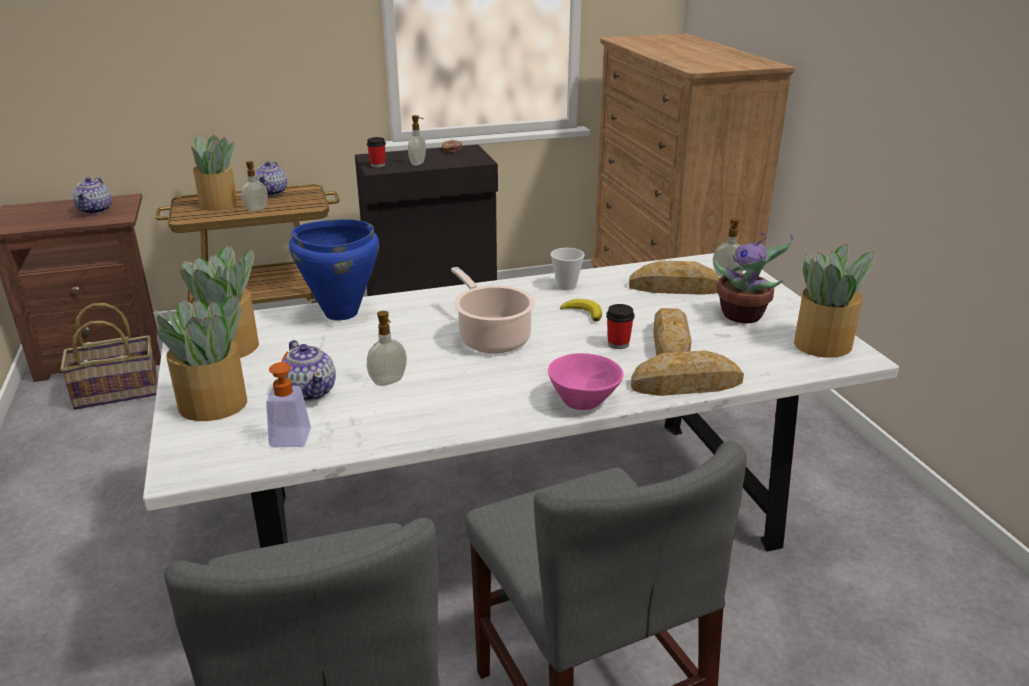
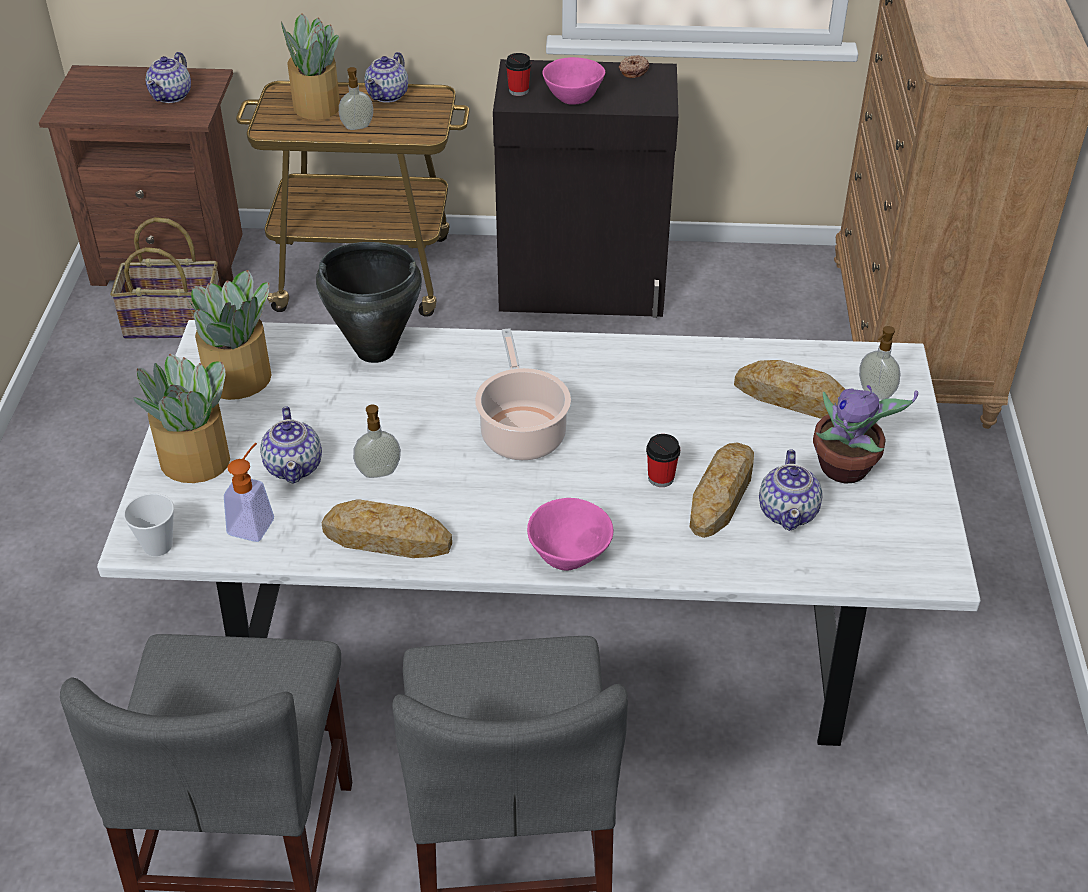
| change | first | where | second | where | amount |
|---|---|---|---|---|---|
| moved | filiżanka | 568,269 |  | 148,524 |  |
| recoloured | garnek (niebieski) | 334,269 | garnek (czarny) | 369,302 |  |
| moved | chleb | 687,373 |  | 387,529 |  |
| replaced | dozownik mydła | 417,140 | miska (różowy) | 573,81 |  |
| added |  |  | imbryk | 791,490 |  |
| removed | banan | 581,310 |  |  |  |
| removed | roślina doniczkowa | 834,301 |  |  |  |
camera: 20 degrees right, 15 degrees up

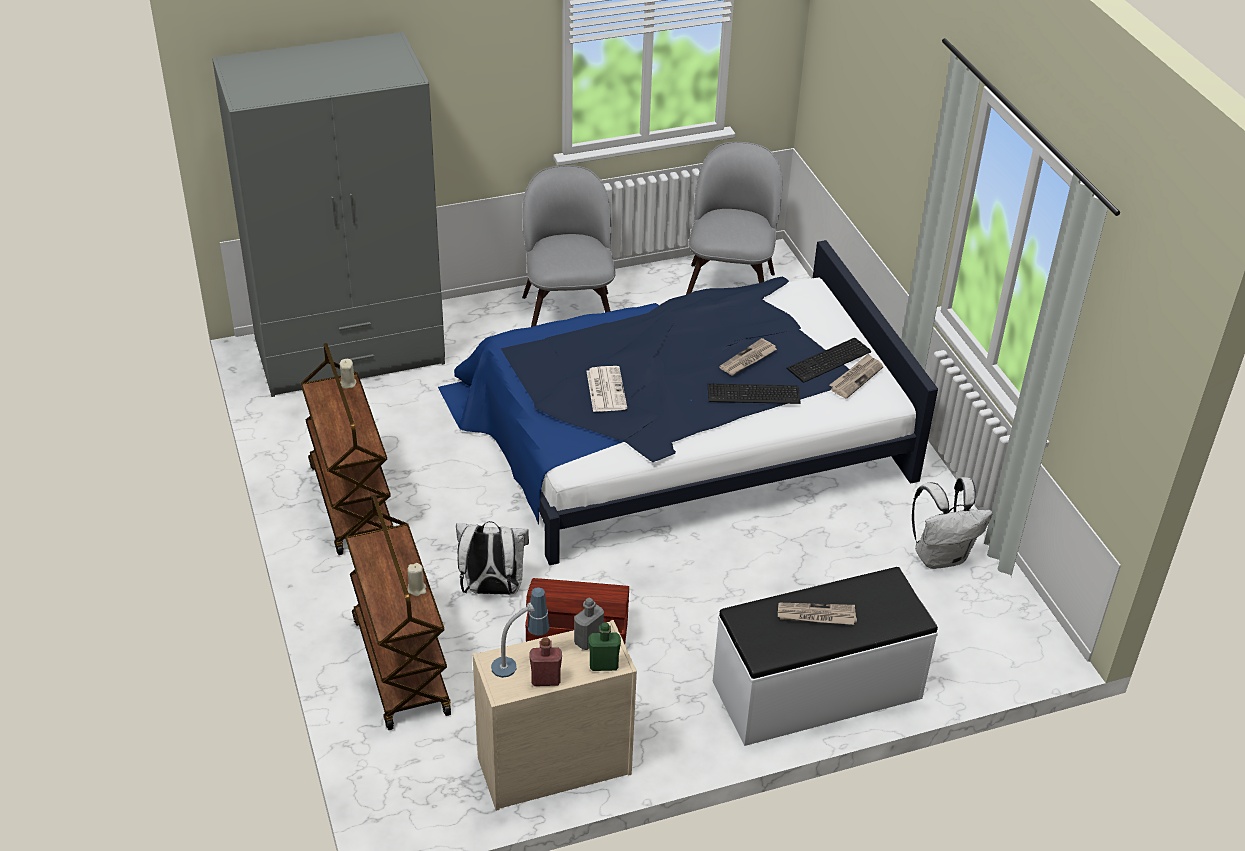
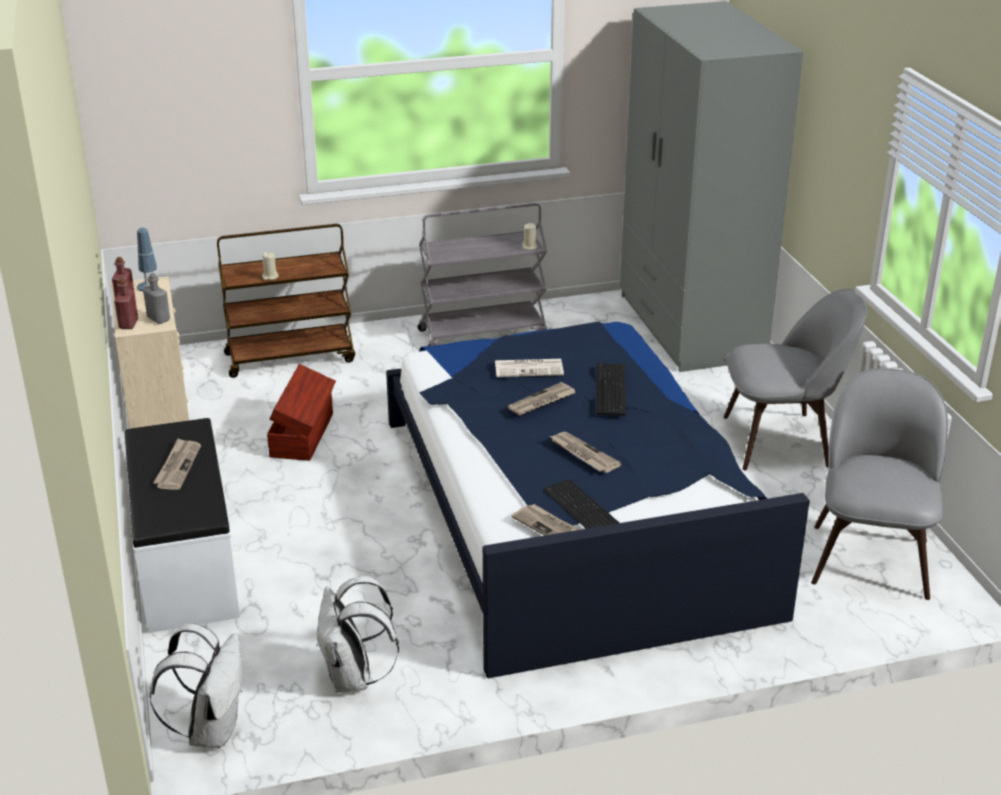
| change | first | where | second | where | amount |
|---|---|---|---|---|---|
| recoloured | butelka (zielony) | 605,646 | butelka (czerwony) | 126,303 |  |
| moved | plecak (biały) | 492,558 |  | 196,686 |  |
| recoloured | wózek (brązowy) | 347,449 | wózek (szary) | 482,274 |  |
| added |  |  | gazeta | 541,398 |  |
| moved | klawiatura | 754,394 |  | 611,389 |  |
| turned | krzesło (szary) | 734,218 |  | 879,484 | 90 degrees counterclockwise |
camera: 95 degrees right, 10 degrees down

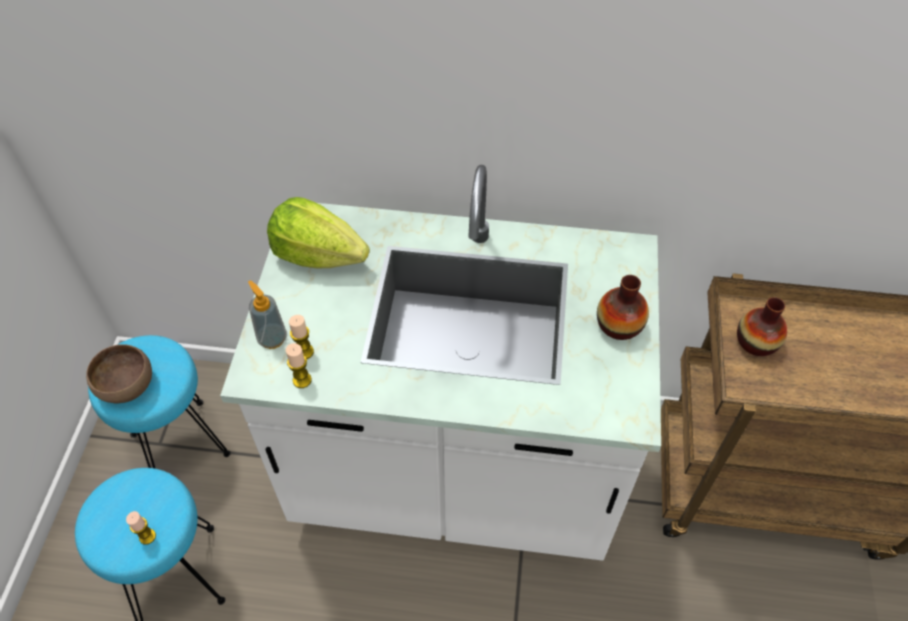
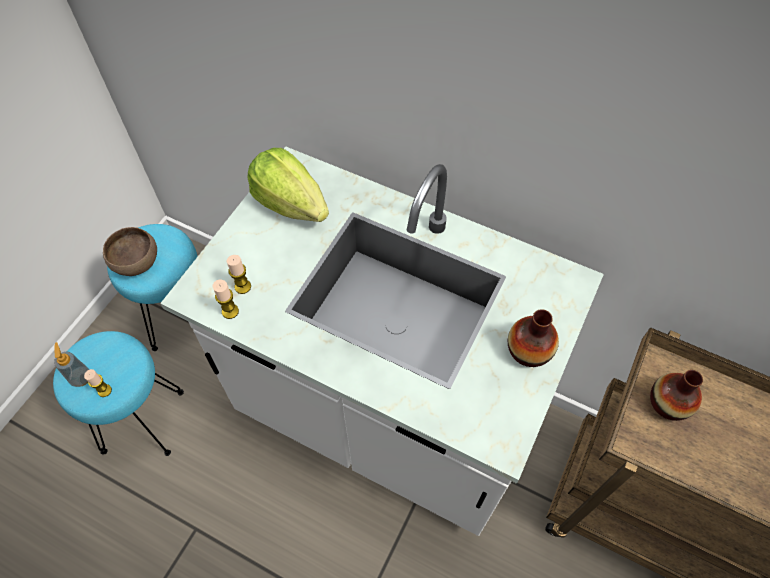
| change | first | where | second | where | amount |
|---|---|---|---|---|---|
| moved | dozownik mydła | 267,314 |  | 72,364 |  |
camera: 20 degrees right, 5 degrees up

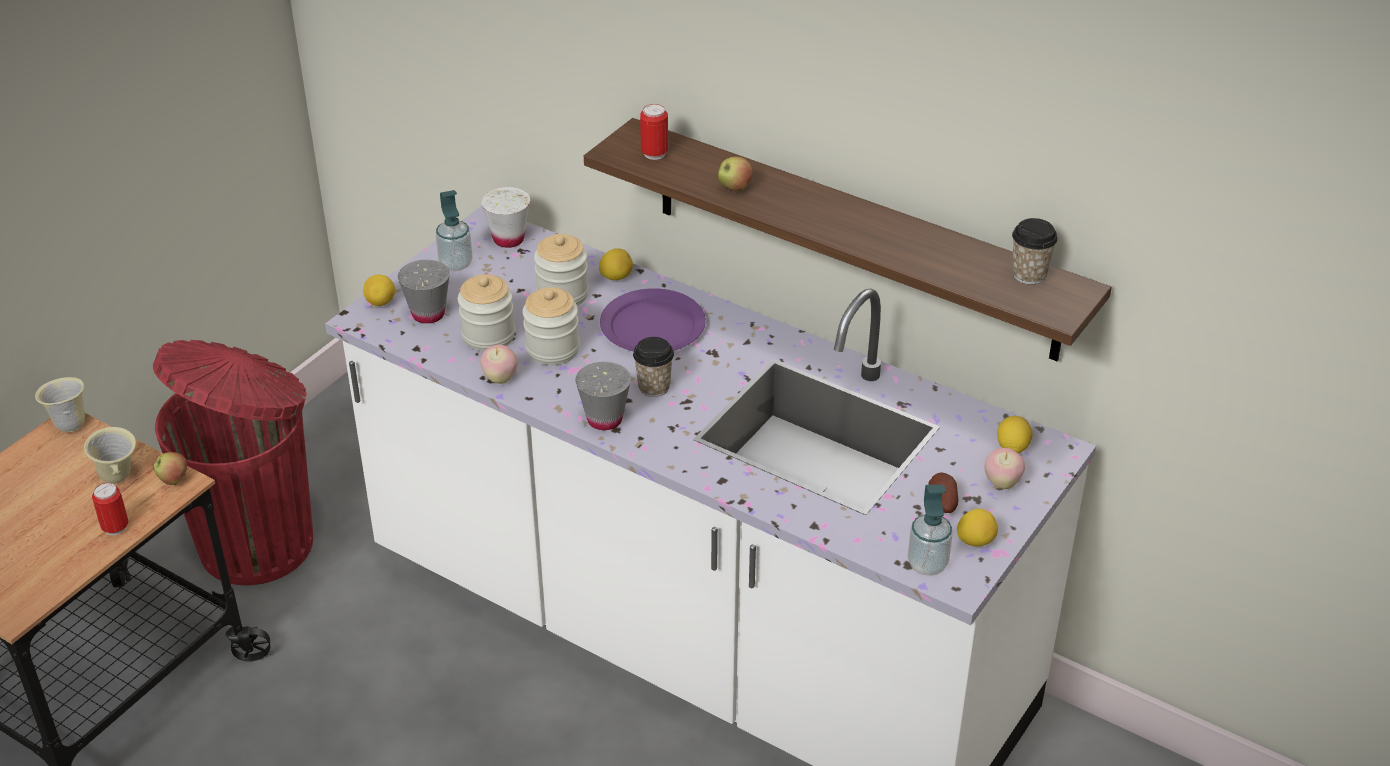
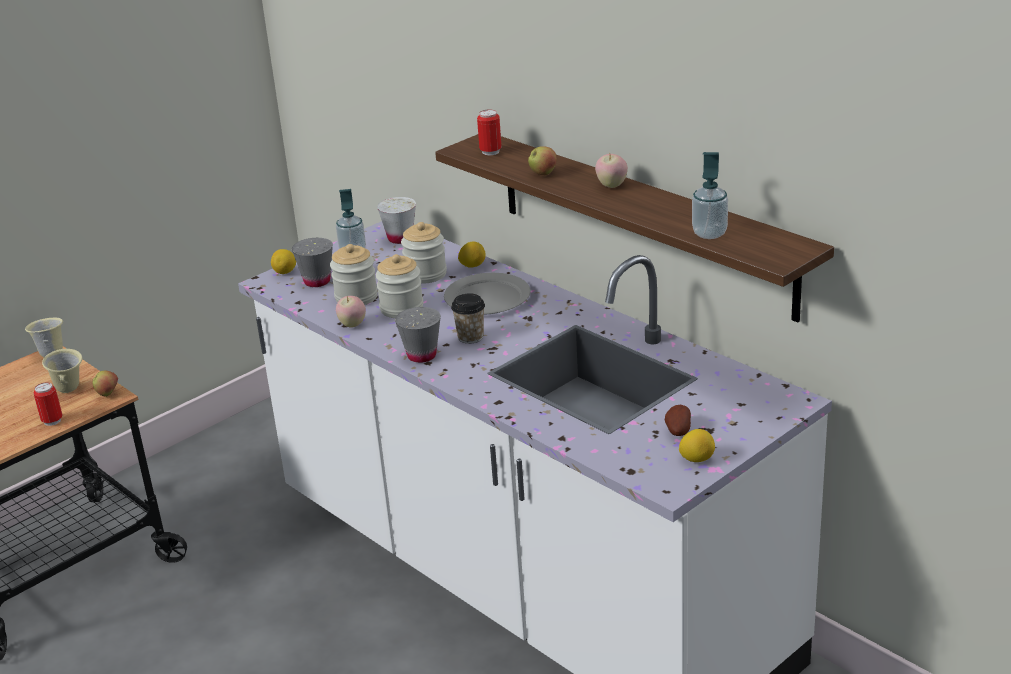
| change | first | where | second | where | amount |
|---|---|---|---|---|---|
| recoloured | talerz (fioletowy) | 653,320 | talerz (szary) | 487,293 |  |
| moved | jabłko | 1004,468 |  | 611,171 |  |
| moved | dozownik mydła | 930,529 |  | 710,195 |  |
| removed | kosz na śmieci (czerwony) | 233,462 |  |  |  |
| removed | cytryna | 1015,435 |  |  |  |
| removed | filiżanka | 1035,251 |  |  |  |
camera: 15 degrees right, 10 degrees down

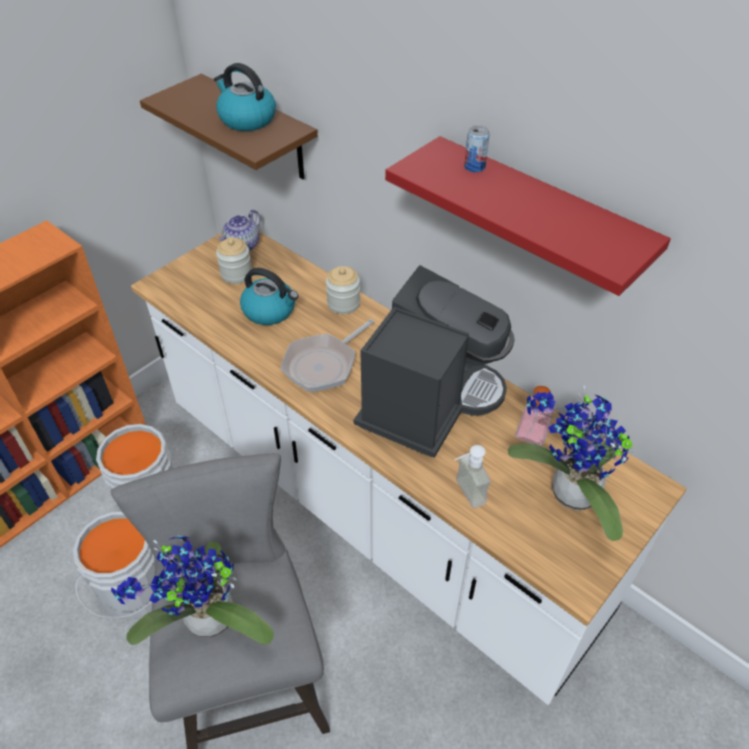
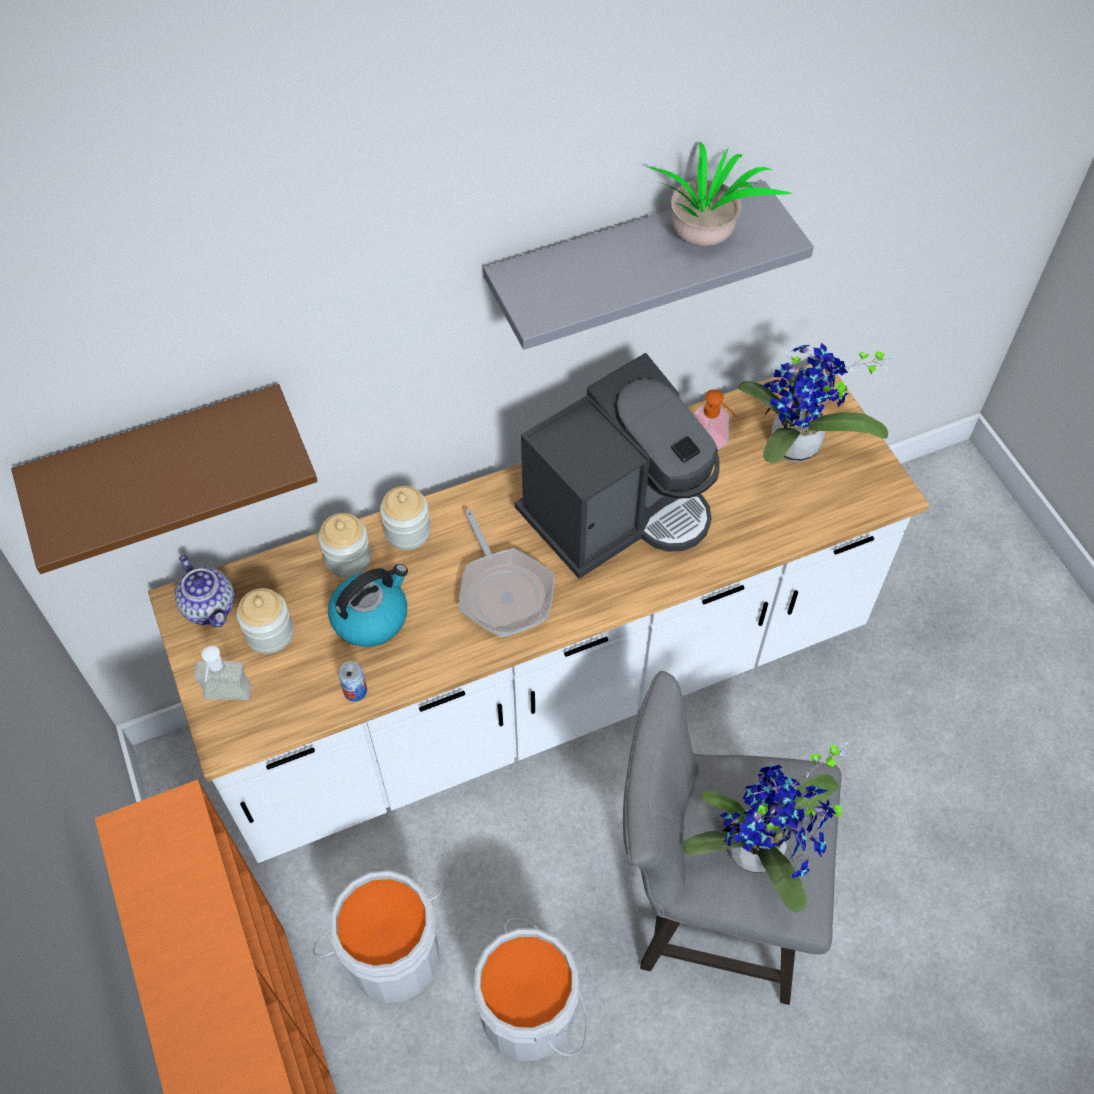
| change | first | where | second | where | amount |
|---|---|---|---|---|---|
| moved | dozownik mydła | 472,476 |  | 223,672 |  |
| added |  |  | słoik | 344,545 |  |
| moved | puszka | 477,148 |  | 352,681 |  |
| recoloured | półka (czerwony) | 528,216 | półka (szary) | 648,265 |  |
| turned | ekspres do kawy | 434,361 |  | 617,466 | 90 degrees clockwise |
| added |  |  | roślina doniczkowa | 719,194 |  |
| removed | czajnik | 245,97 |  |  |  |
camera: 65 degrees left, 10 degrees up

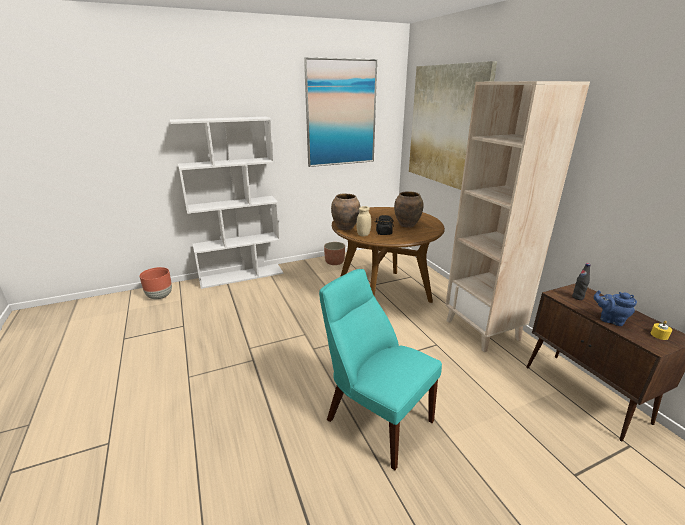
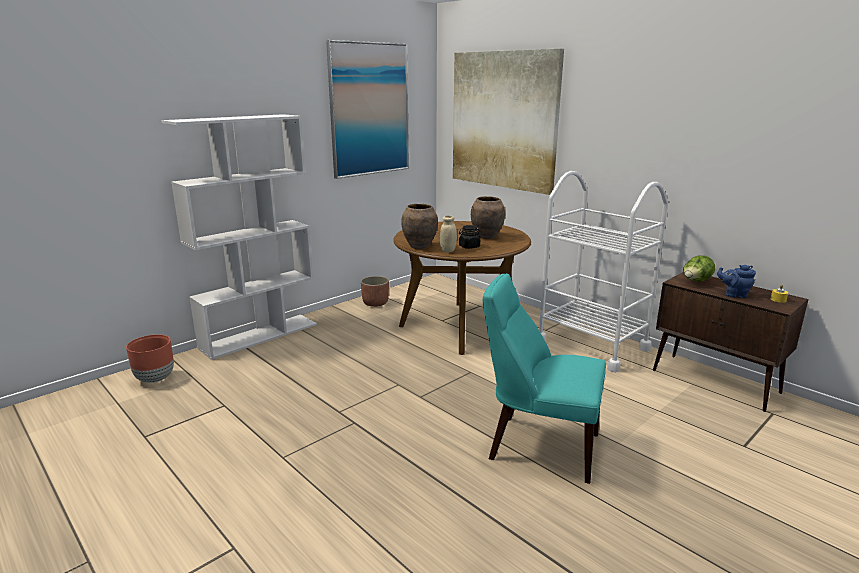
| change | first | where | second | where | amount |
|---|---|---|---|---|---|
| replaced | regał (beżowy) | 517,216 | wózek (biały) | 603,272 |  |
| replaced | butelka (czarny) | 581,281 | sałata | 699,268 |  |
camera: 20 degrees left, 5 degrees down

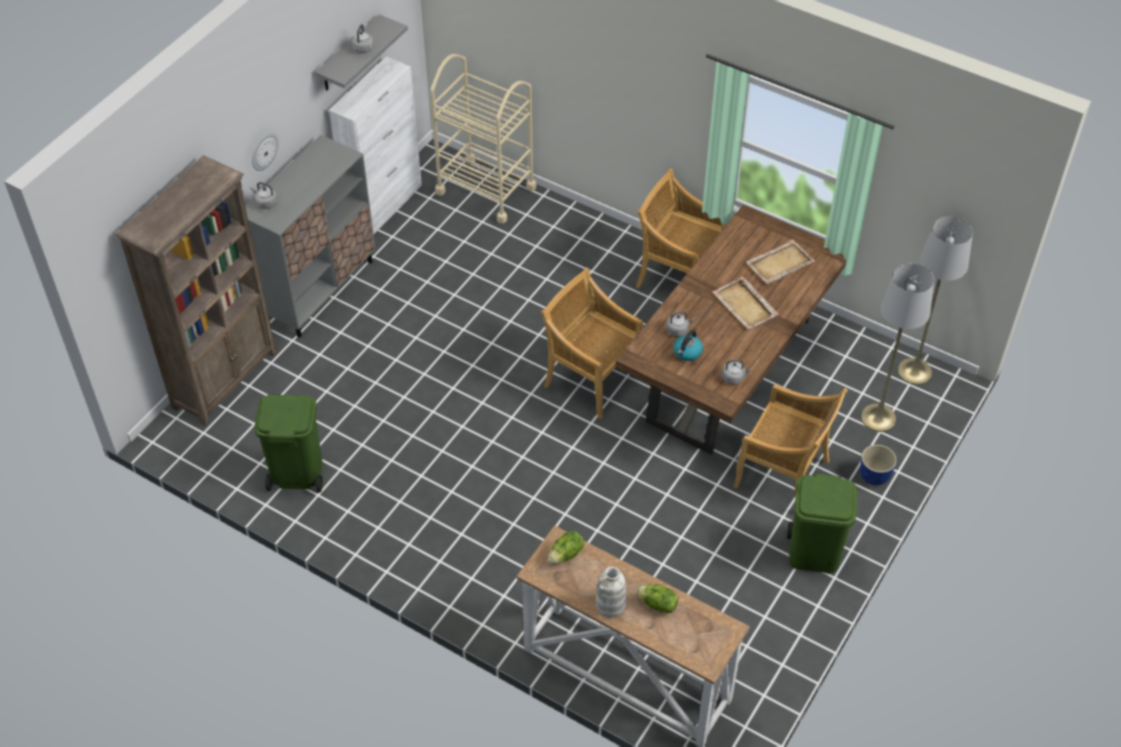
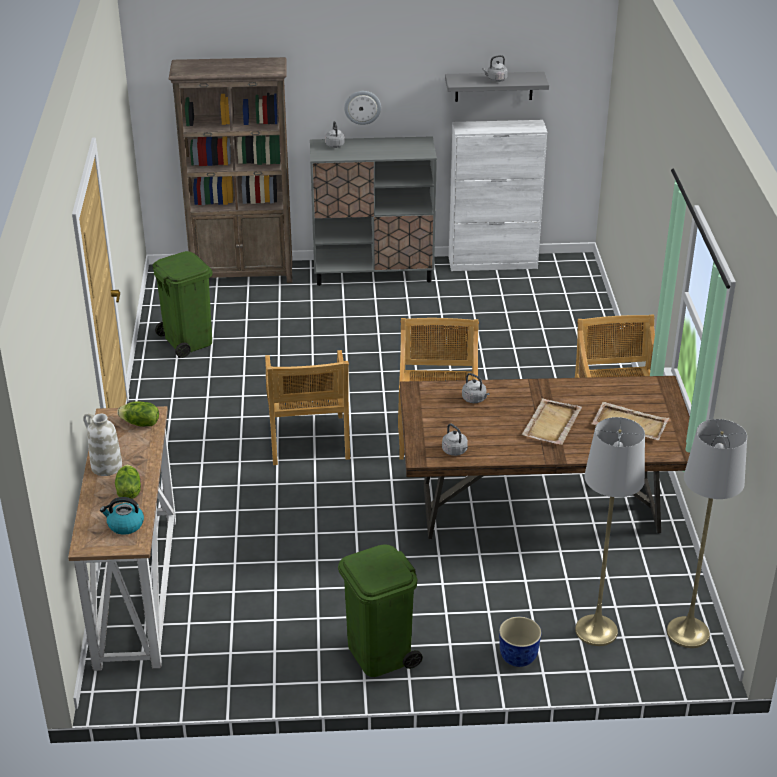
| change | first | where | second | where | amount |
|---|---|---|---|---|---|
| moved | czajnik | 688,345 |  | 122,516 |  |
| moved | krzesło (beżowy) | 790,440 |  | 307,407 |  |
| removed | wózek (beżowy) | 483,139 |  |  |  |
camera: 55 degrees right, 15 degrees down

